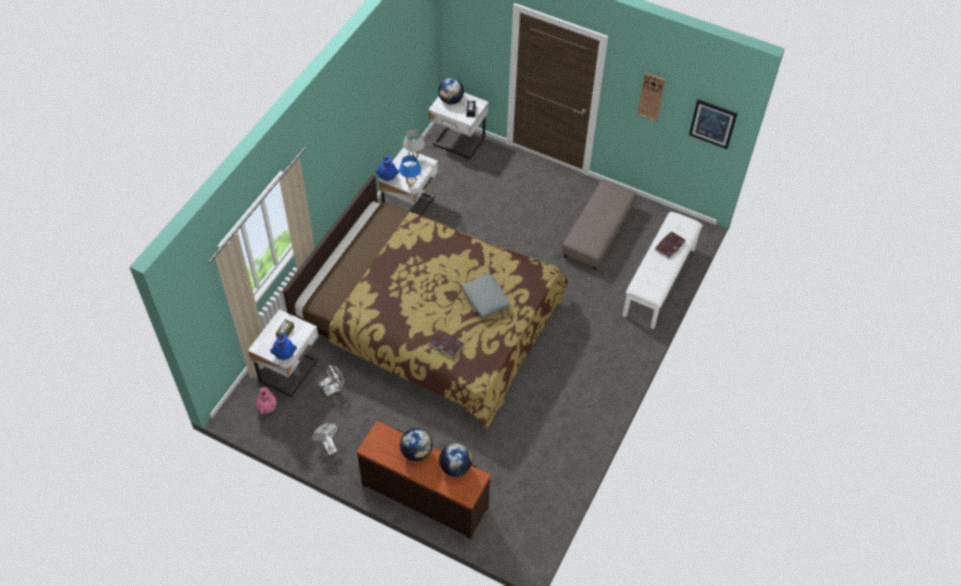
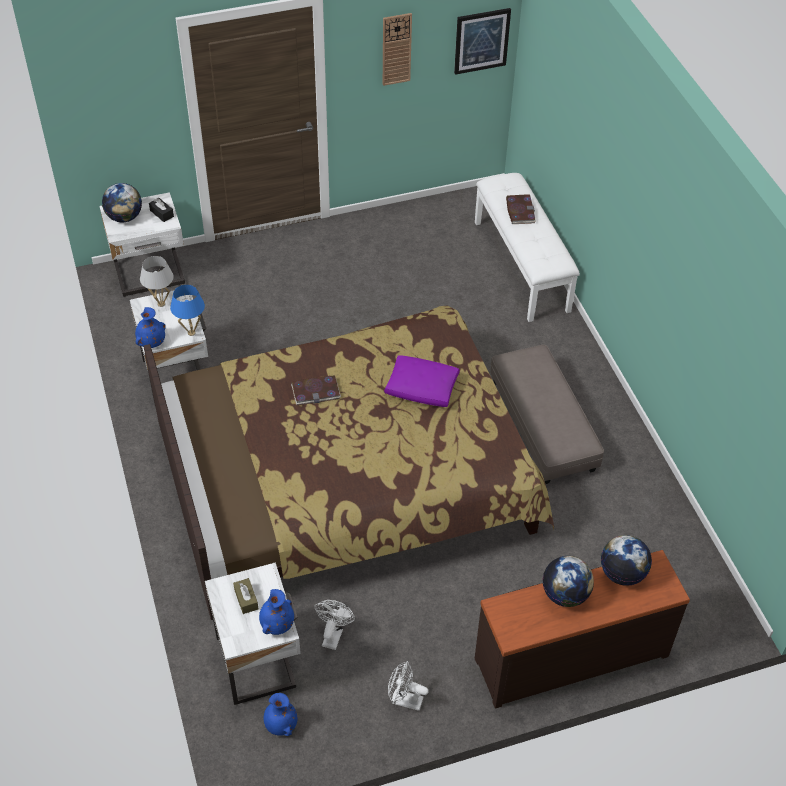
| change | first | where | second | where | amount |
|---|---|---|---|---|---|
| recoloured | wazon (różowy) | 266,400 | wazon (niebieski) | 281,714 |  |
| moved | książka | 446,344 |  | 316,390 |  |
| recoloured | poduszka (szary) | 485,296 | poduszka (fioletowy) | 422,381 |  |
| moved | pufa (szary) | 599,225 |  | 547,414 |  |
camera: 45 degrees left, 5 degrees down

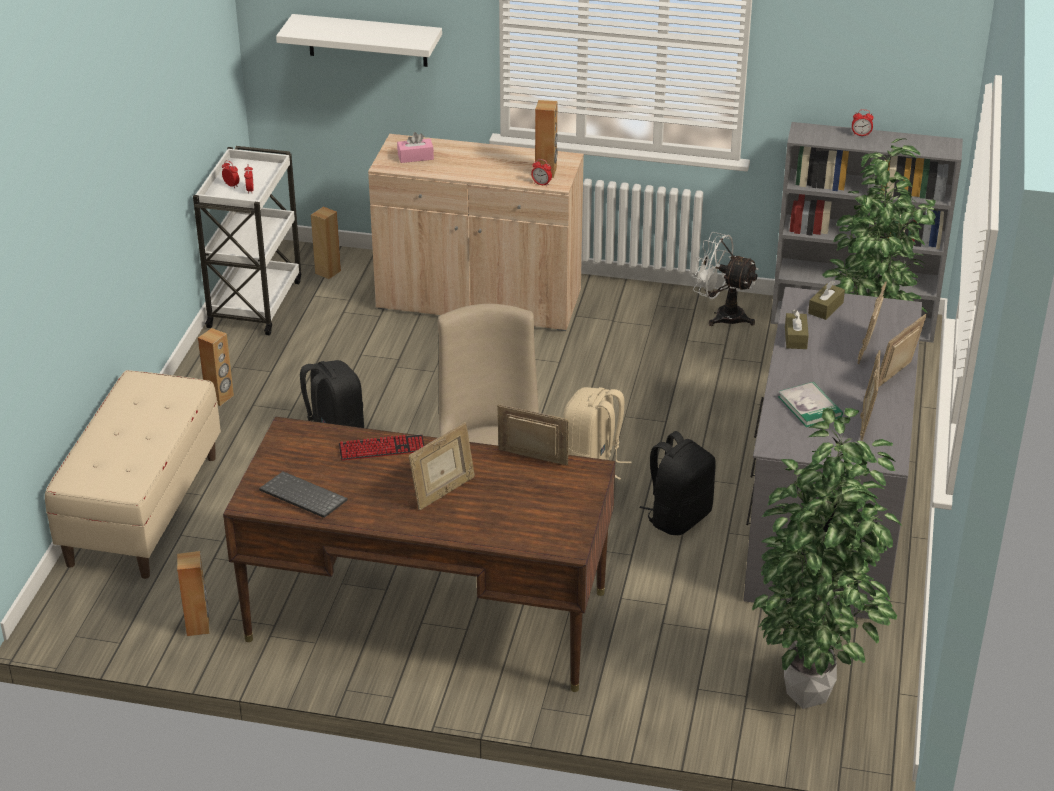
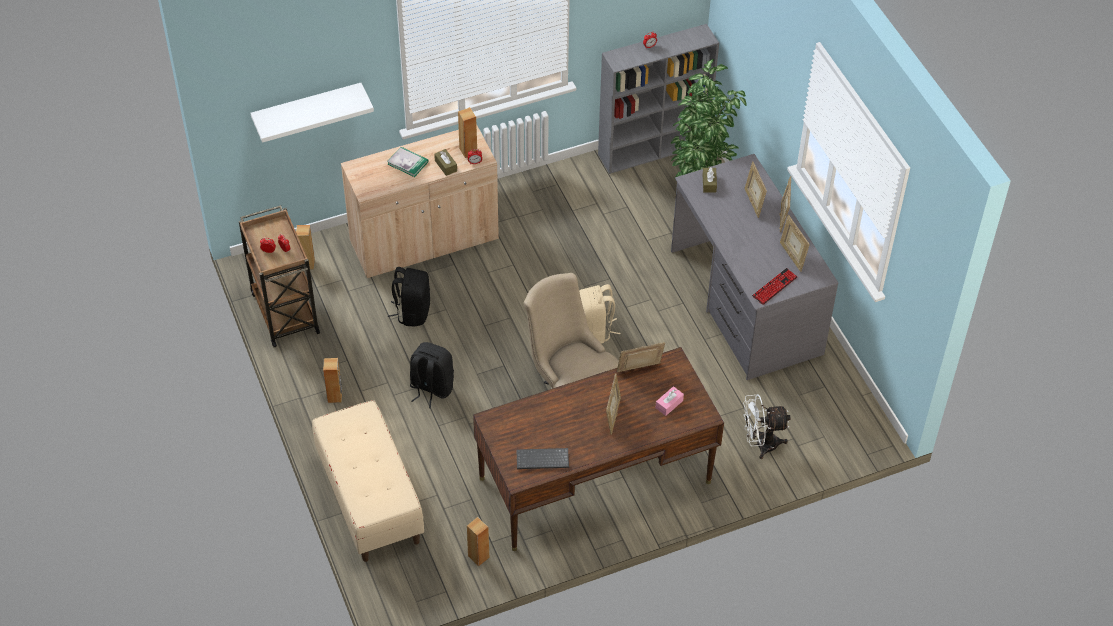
| change | first | where | second | where | amount |
|---|---|---|---|---|---|
| recoloured | wózek (biały) | 247,241 | wózek (brązowy) | 279,276 |  |
| moved | książka | 810,404 |  | 408,162 |  |
| moved | plecak (czarny) | 678,483 |  | 409,296 |  |
| moved | pudełko chusteczek (brązowy) | 797,329 |  | 445,162 |  |
| moved | pudełko chusteczek (różowy) | 415,147 |  | 670,401 |  |
| moved | wentylator (biały) | 725,279 |  | 767,426 |  |
| moved | klawiatura | 382,447 |  | 774,286 |  |
| removed | roślina doniczkowa | 827,558 |  |  |  |
camera: 35 degrees left, 15 degrees up

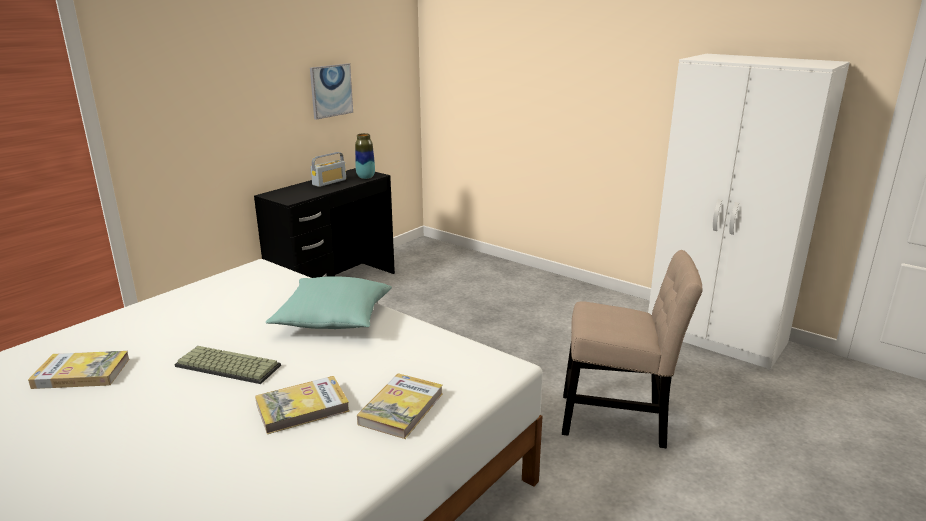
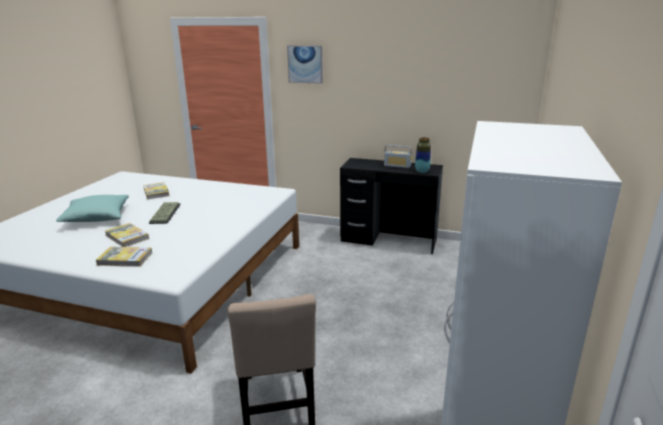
| change | first | where | second | where | amount |
|---|---|---|---|---|---|
| moved | poduszka (turkusowy) | 329,302 |  | 92,208 |  |
| moved | obraz | 331,91 |  | 305,64 |  |
camera: 70 degrees right, 0 degrees up

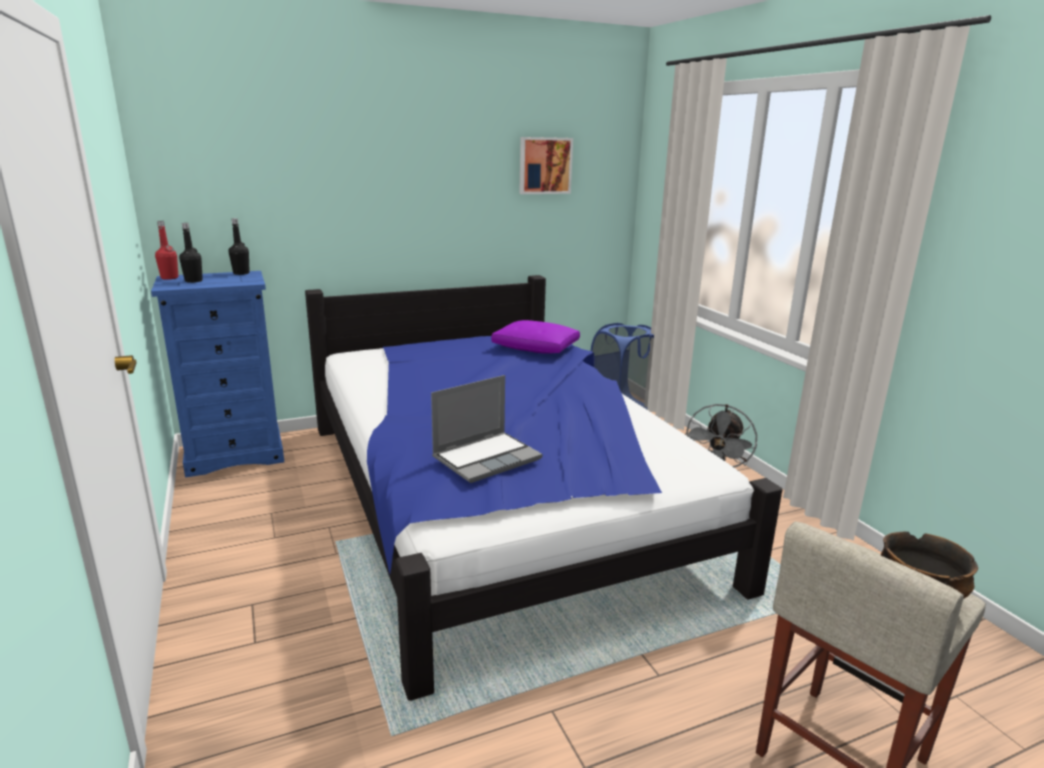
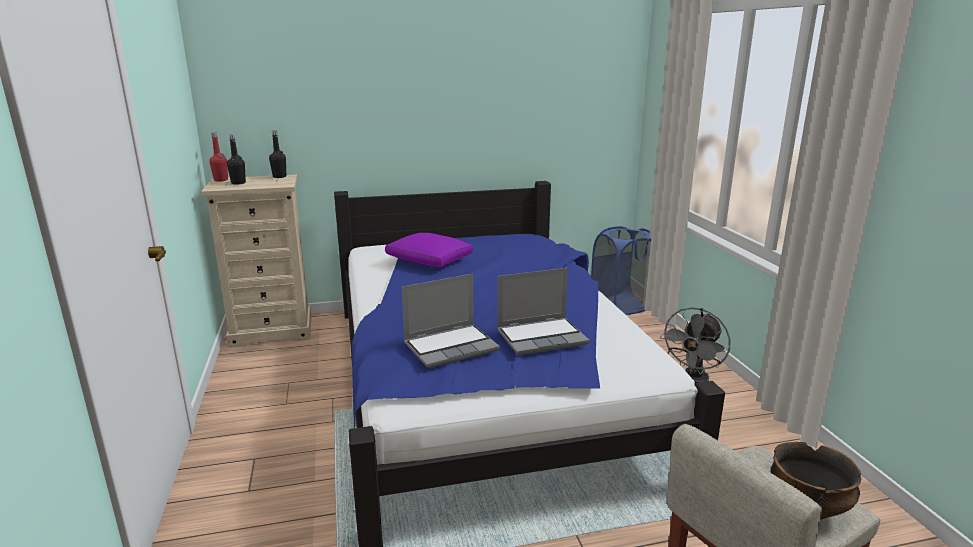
| change | first | where | second | where | amount |
|---|---|---|---|---|---|
| recoloured | komoda (niebieski) | 217,374 | komoda (beżowy) | 256,261 |  |
| moved | poduszka (fioletowy) | 535,337 |  | 429,250 |  |
| added |  |  | laptop | 543,311 |  |
| removed | obraz | 546,165 |  |  |  |
camera: 10 degrees right, 0 degrees up

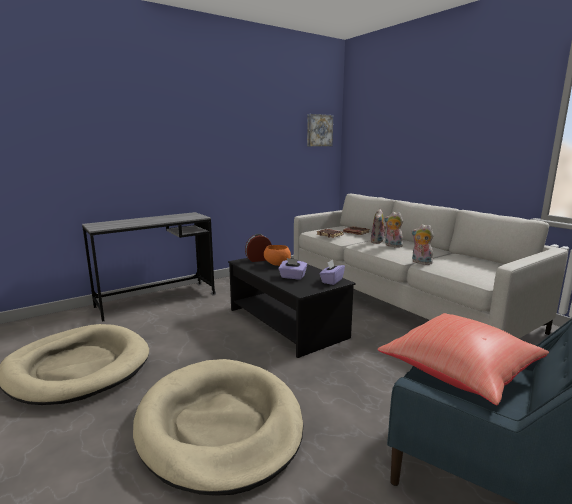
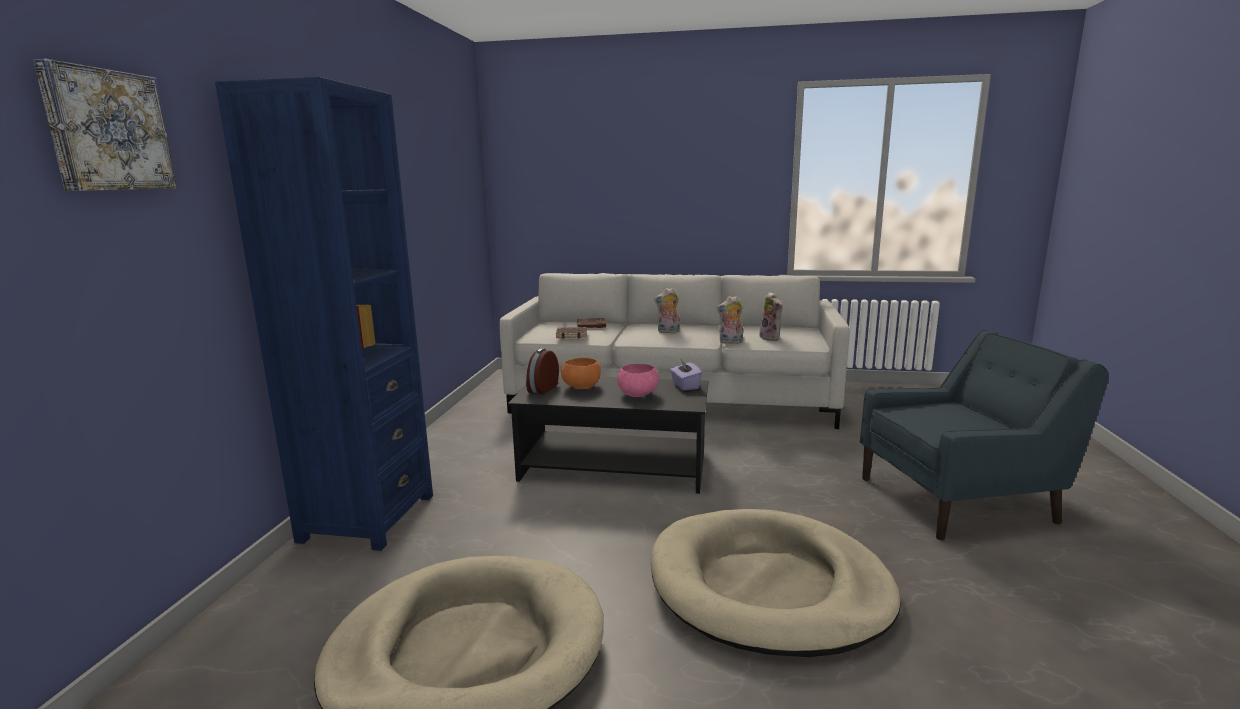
| change | first | where | second | where | amount |
|---|---|---|---|---|---|
| moved | obraz | 320,130 |  | 105,125 |  |
| replaced | biurko (szary) | 149,267 | regał (niebieski) | 324,314 |  |
| replaced | pudełko chusteczek (fioletowy) | 292,269 | miska (różowy) | 638,380 |  |
| moved | pluszak | 379,226 |  | 771,316 |  |
| removed | poduszka (czerwony) | 463,359 |  |  |  |
camera: 45 degrees left, 0 degrees up

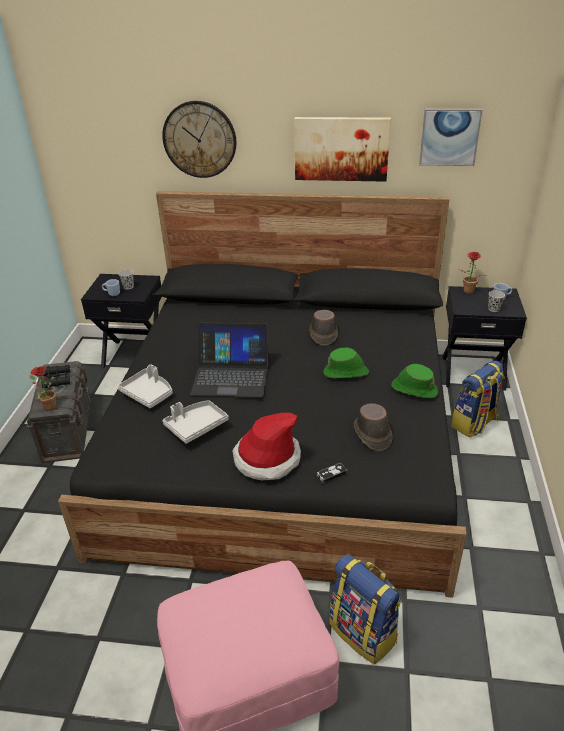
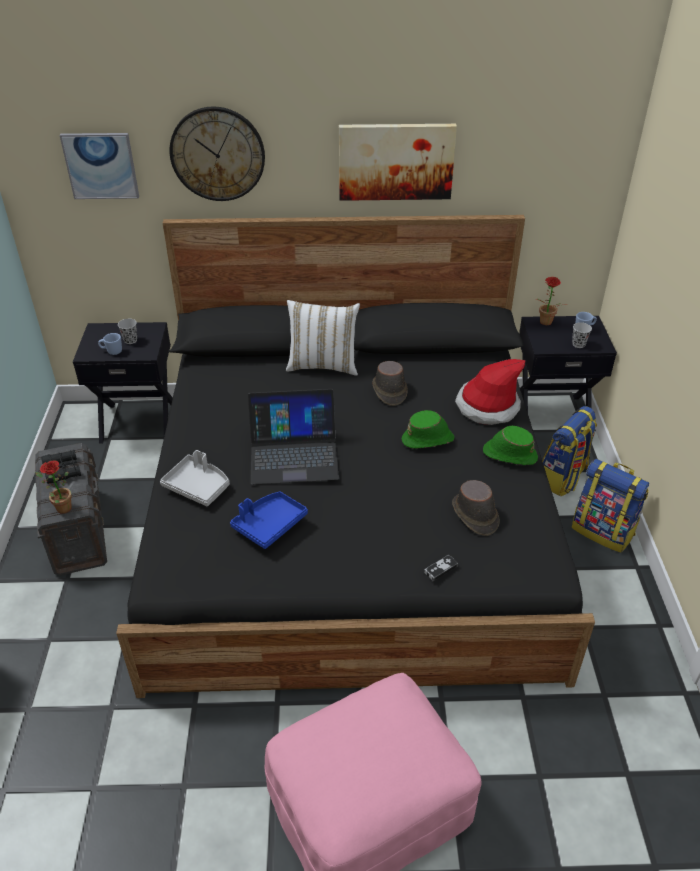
| change | first | where | second | where | amount |
|---|---|---|---|---|---|
| moved | obraz | 450,137 |  | 99,166 |  |
| recoloured | taca (szary) | 196,422 | taca (niebieski) | 269,520 |  |
| added |  |  | poduszka (biały) | 323,338 |  |
| moved | kapelusz | 266,446 |  | 490,392 |  |
| moved | plecak | 365,609 |  | 610,506 |  |
camera: 10 degrees left, 5 degrees up

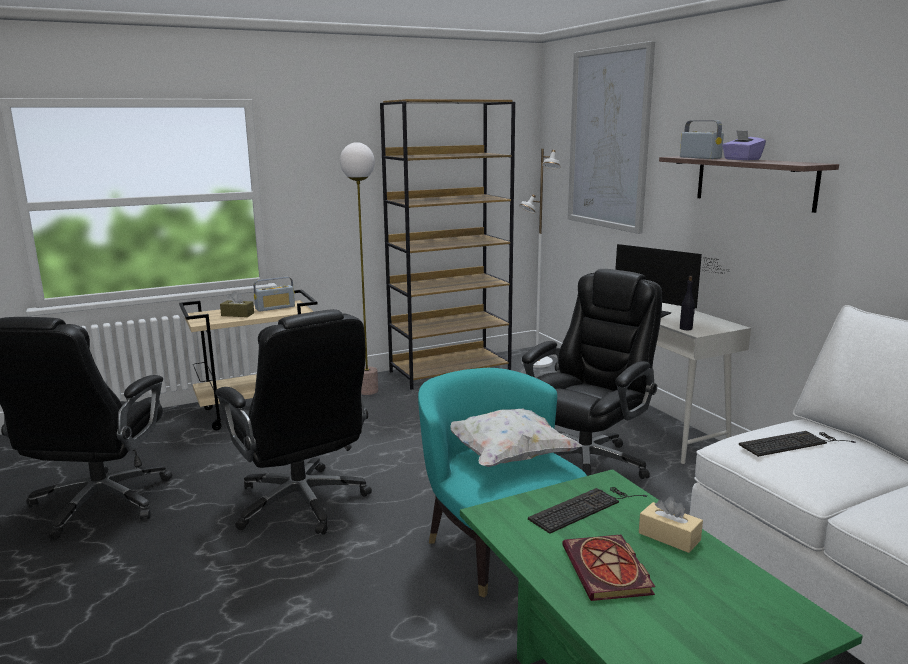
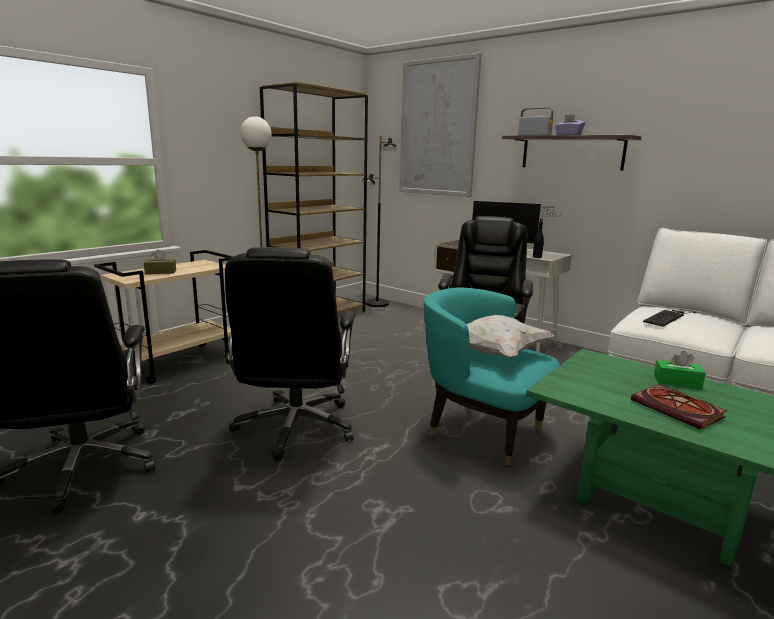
| change | first | where | second | where | amount |
|---|---|---|---|---|---|
| turned | krzesło biurowe (czarny) | 293,422 |  | 290,354 | 60 degrees clockwise |
| recoloured | lampa stojąca (biały) | 540,258 | lampa stojąca (czarny) | 379,221 |  |
| recoloured | pudełko chusteczek (beżowy) | 671,525 | pudełko chusteczek (zielony) | 680,370 |  |
| removed | radio | 274,294 |  |  |  |
| removed | klawiatura | 587,510 |  |  |  |
camera: 25 degrees left, 0 degrees up

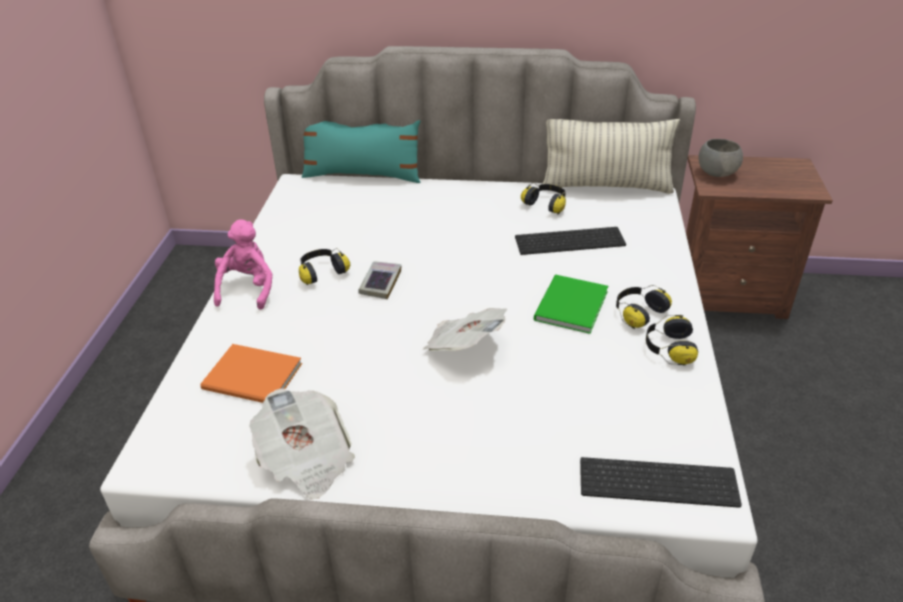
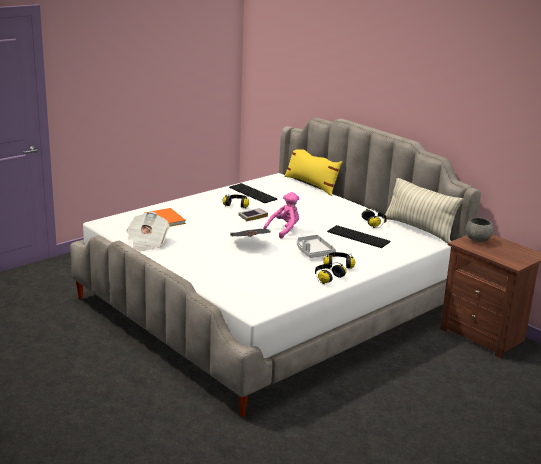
| change | first | where | second | where | amount |
|---|---|---|---|---|---|
| moved | klawiatura | 661,482 |  | 253,193 |  |
| moved | pluszak (różowy) | 243,265 |  | 281,215 |  |
| recoloured | poduszka (turkusowy) | 361,151 | poduszka (żółty) | 313,173 |  |
| replaced | książka (zielony) | 571,304 | taca (szary) | 316,246 |  |
camera: 40 degrees right, 15 degrees down

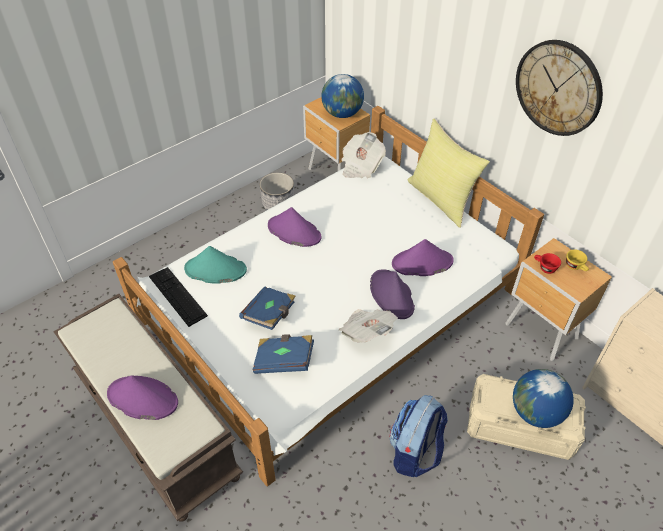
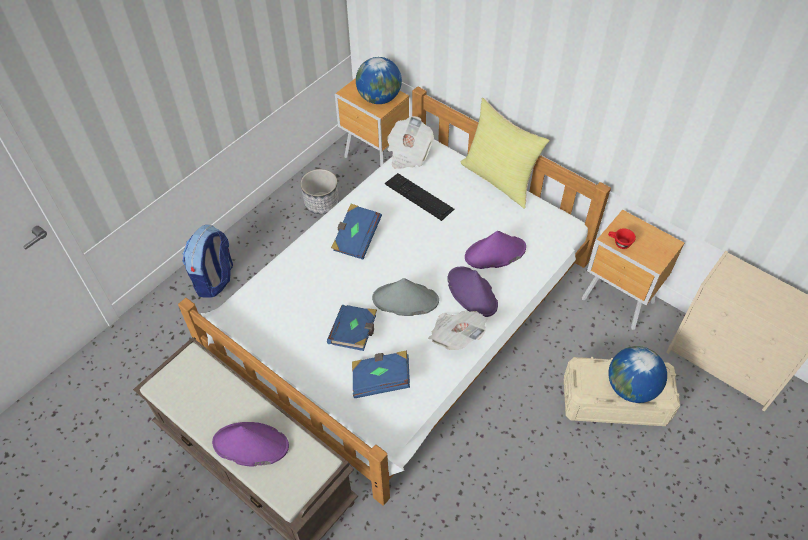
| change | first | where | second | where | amount |
|---|---|---|---|---|---|
| moved | plecak | 419,436 |  | 207,261 |  |
| replaced | kapelusz (fioletowy) | 294,227 | książka (niebieski) | 356,232 |  |
| added |  |  | kapelusz (szary) | 405,297 |  |
| moved | klawiatura | 178,297 |  | 419,197 |  |
| removed | kapelusz (turkusowy) | 215,265 |  |  |  |
| removed | zegar ścienny | 559,88 |  |  |  |
| removed | filiżanka (żółty) | 577,260 |  |  |  |
camera: 10 degrees left, 5 degrees up

